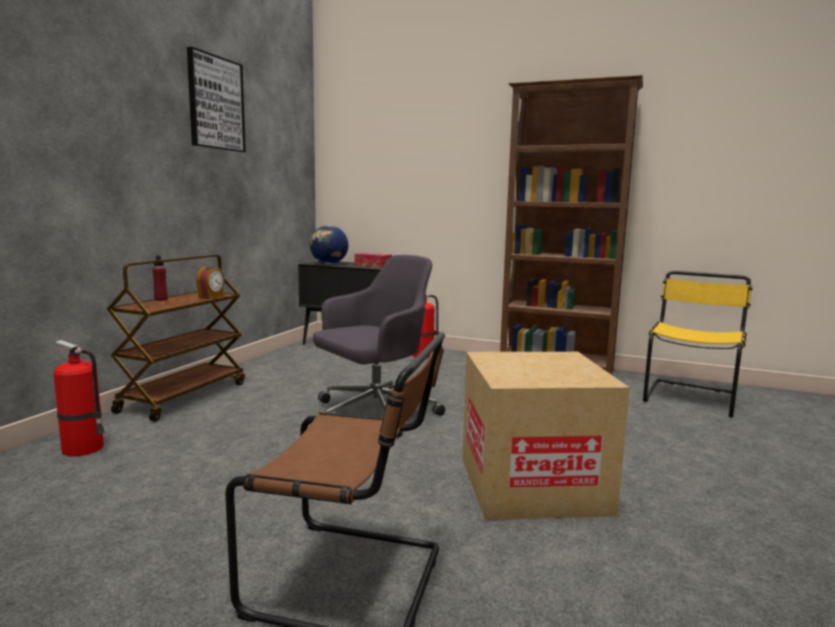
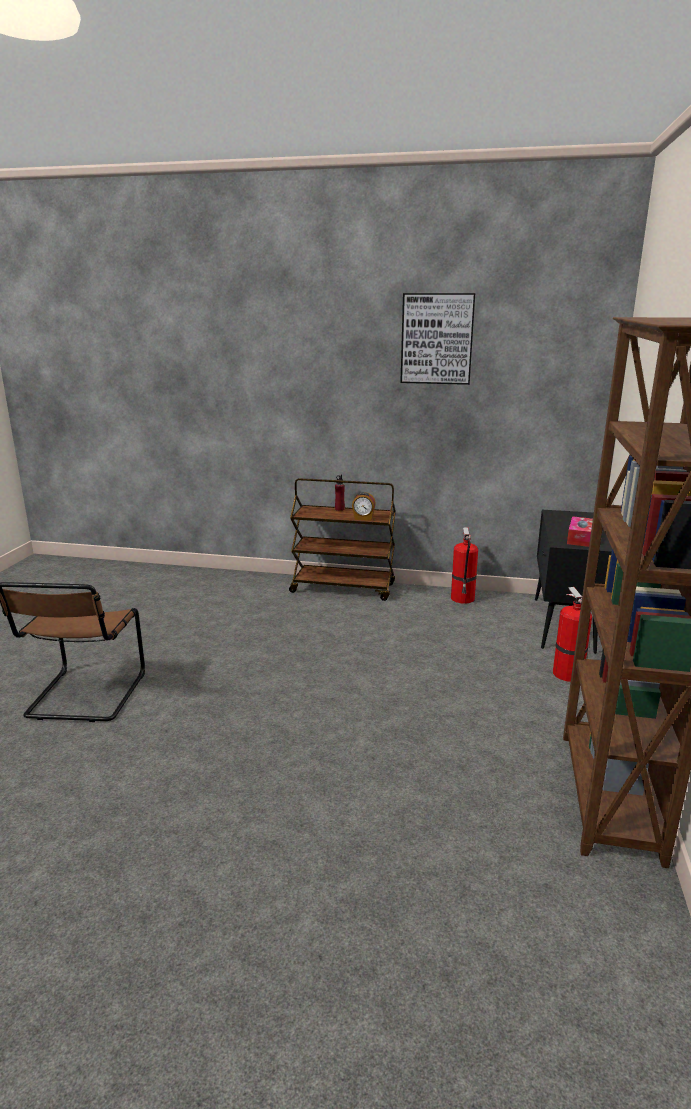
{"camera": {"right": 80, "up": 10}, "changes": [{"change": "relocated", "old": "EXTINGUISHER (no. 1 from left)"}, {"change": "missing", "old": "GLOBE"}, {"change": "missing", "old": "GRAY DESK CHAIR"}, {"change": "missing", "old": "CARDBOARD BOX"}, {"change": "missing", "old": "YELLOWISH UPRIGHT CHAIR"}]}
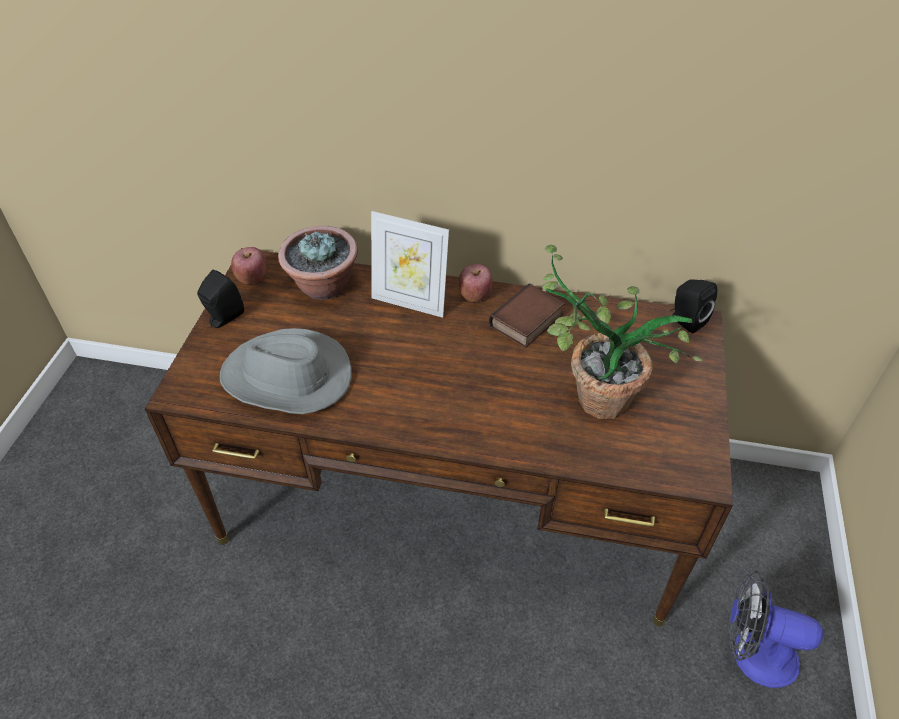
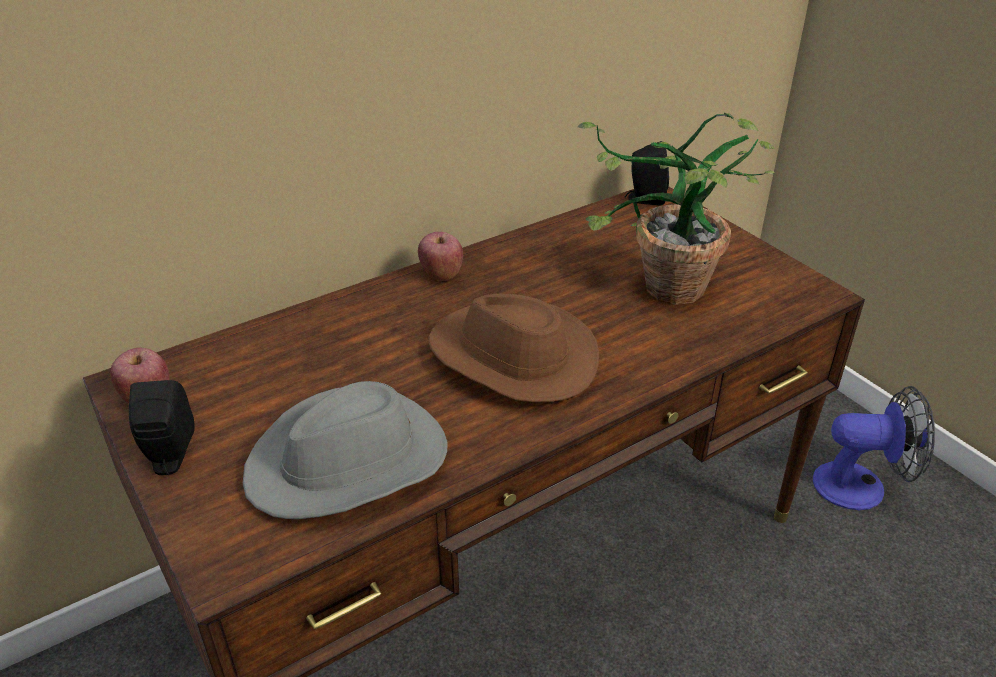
{"camera": {"right": -45, "up": -10}, "changes": [{"change": "missing", "old": "POTTED PLANT (no. 1 from left)"}, {"change": "missing", "old": "STANDING FRAME"}, {"change": "missing", "old": "BOOK"}, {"change": "spun", "old": "COOLING FAN", "degrees": -150}, {"change": "appeared", "new": "BROWN WEARABLE HAT"}]}
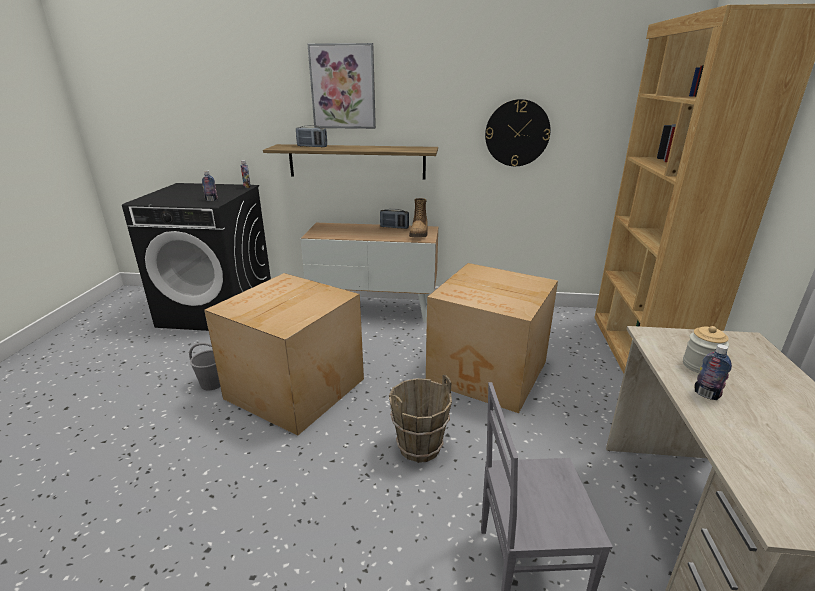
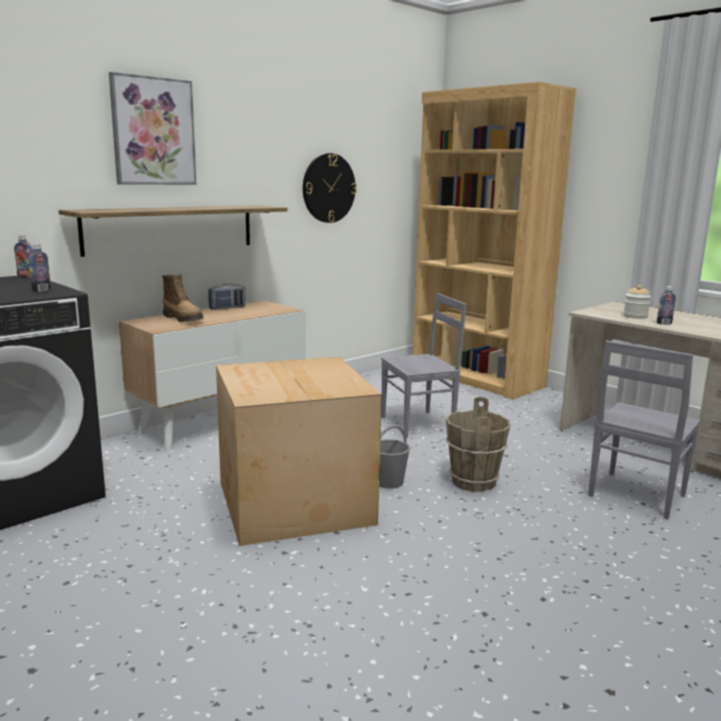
{"camera": {"right": -50, "up": -10}, "changes": [{"change": "relocated", "old": "GRAY BUCKET"}, {"change": "missing", "old": "RADIO RECEIVER (no. 1 from left)"}, {"change": "relocated", "old": "HIGH-TOP BOOT"}, {"change": "exchanged", "old": "CARDBOARD BOX (no. 2 from left)", "new": "GRAY UPRIGHT CHAIR (no. 1 from left)"}]}
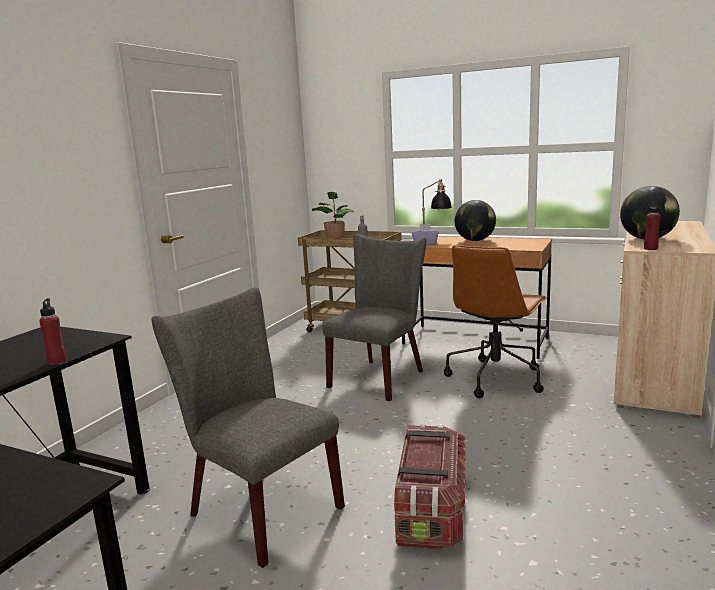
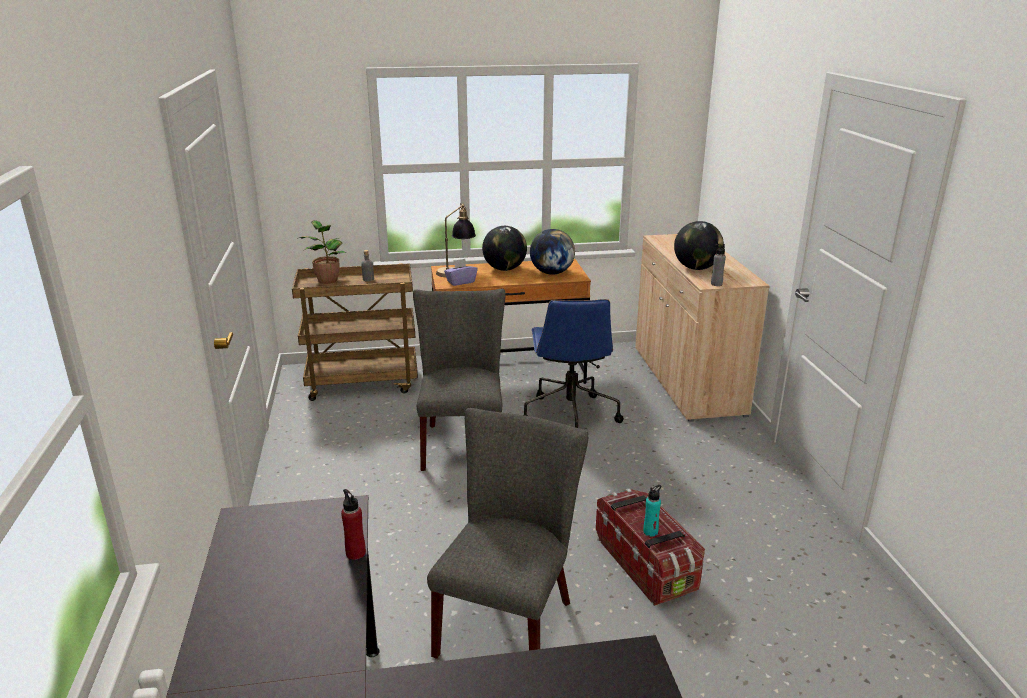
{"camera": {"right": -35, "up": 10}, "changes": [{"change": "spun", "old": "GRAY UPRIGHT CHAIR (no. 1 from left in the first image)", "degrees": 105}, {"change": "colour", "old": "BROWN DESK CHAIR", "new": "BLUE-COLOURED DESK CHAIR"}, {"change": "colour", "old": "REDDISH DRINK BOTTLE (no. 2 from left)", "new": "GRAY DRINK BOTTLE (no. 2 from left)"}, {"change": "appeared", "new": "GLOBE (no. 2 from left)"}, {"change": "appeared", "new": "TURQUOISE DRINK BOTTLE"}]}
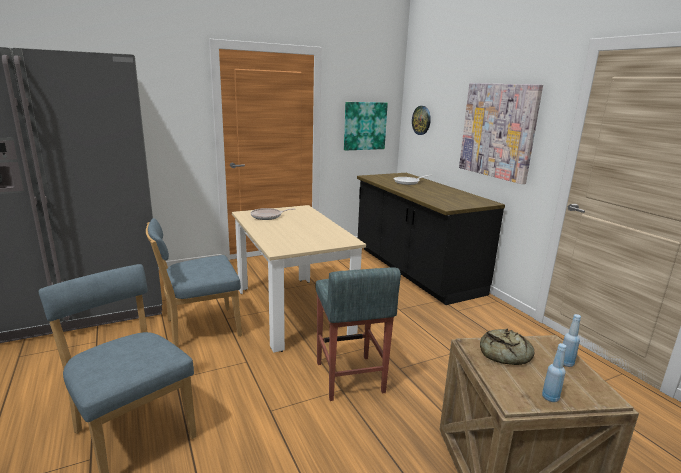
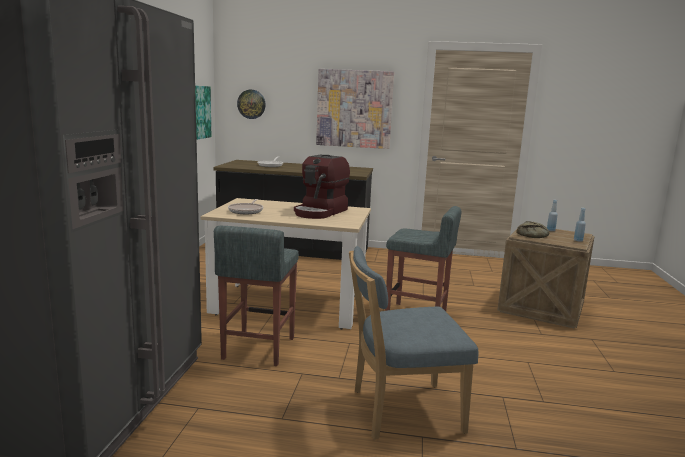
{"camera": {"right": -55, "up": -5}, "changes": [{"change": "exchanged", "old": "BLUE-COLOURED UPRIGHT CHAIR (no. 2 from left)", "new": "GRAY STOOL SEAT (no. 1 from left)"}, {"change": "appeared", "new": "COFFEE MAKER"}]}
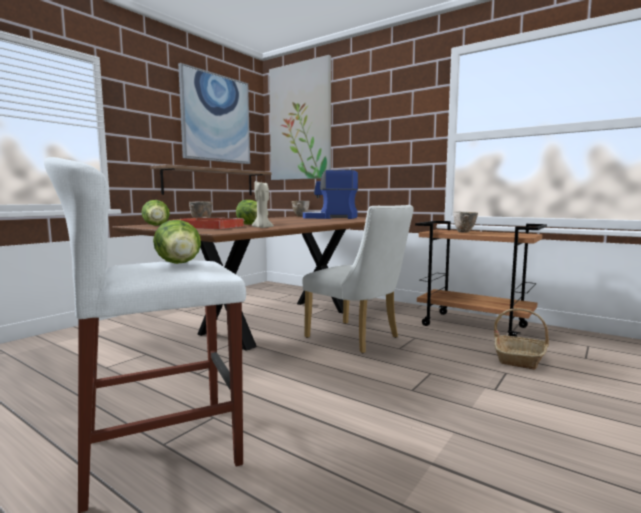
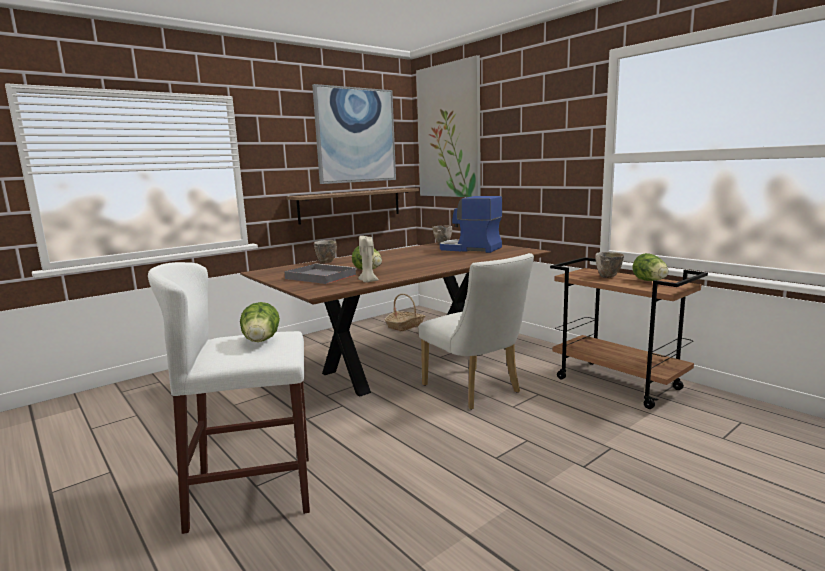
{"camera": {"right": 15, "up": 5}, "changes": [{"change": "relocated", "old": "HEAD OF LETTUCE (no. 1 from left in the first image)", "new": "HEAD OF LETTUCE (no. 3 from left)"}, {"change": "colour", "old": "REDDISH SERVING TRAY", "new": "GRAY SERVING TRAY"}, {"change": "relocated", "old": "BASKET"}]}
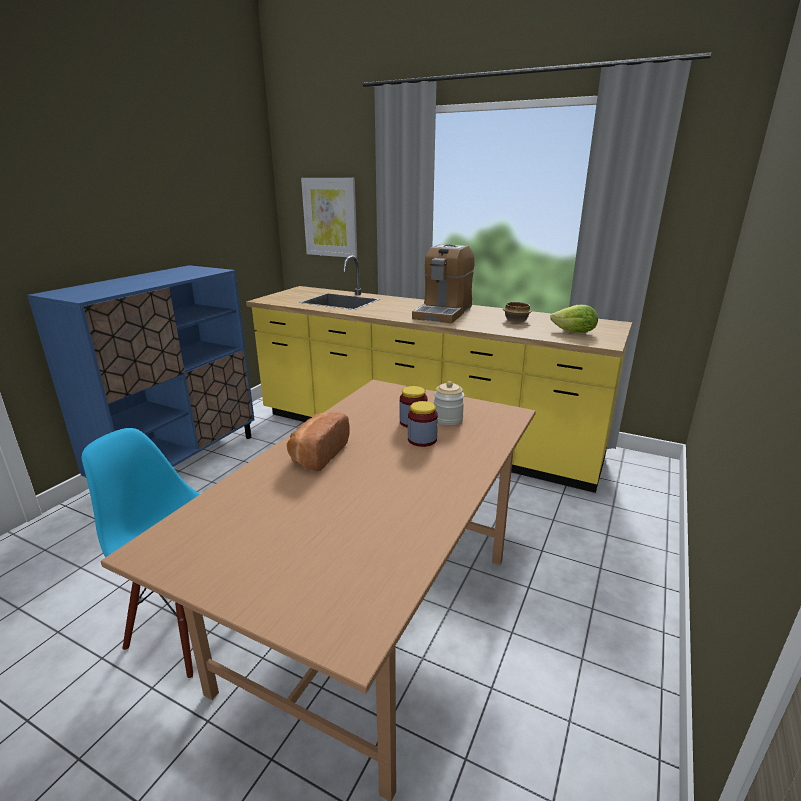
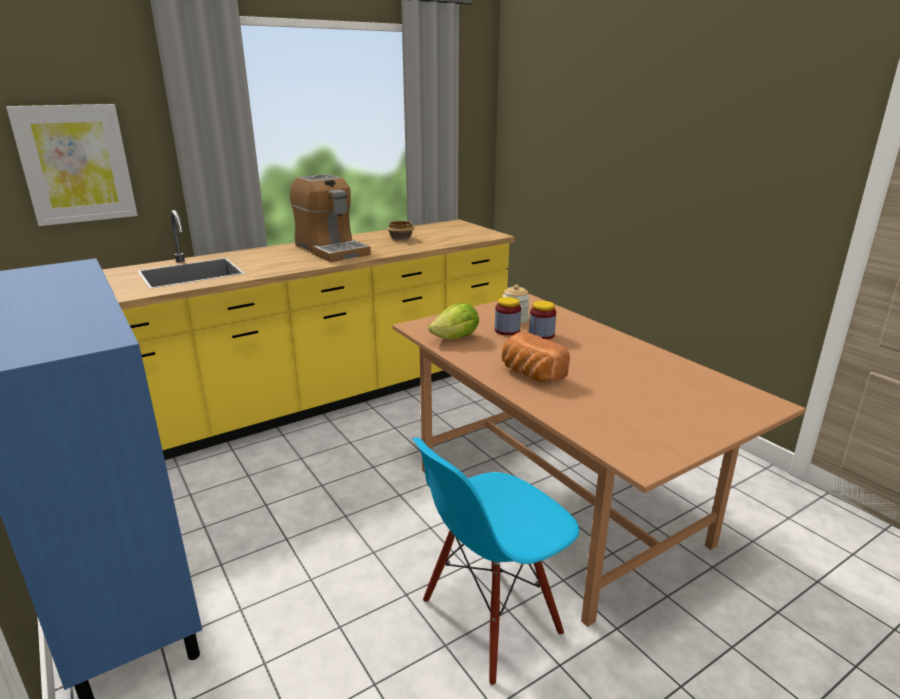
{"camera": {"right": -60, "up": 0}, "changes": [{"change": "relocated", "old": "HEAD OF LETTUCE"}]}
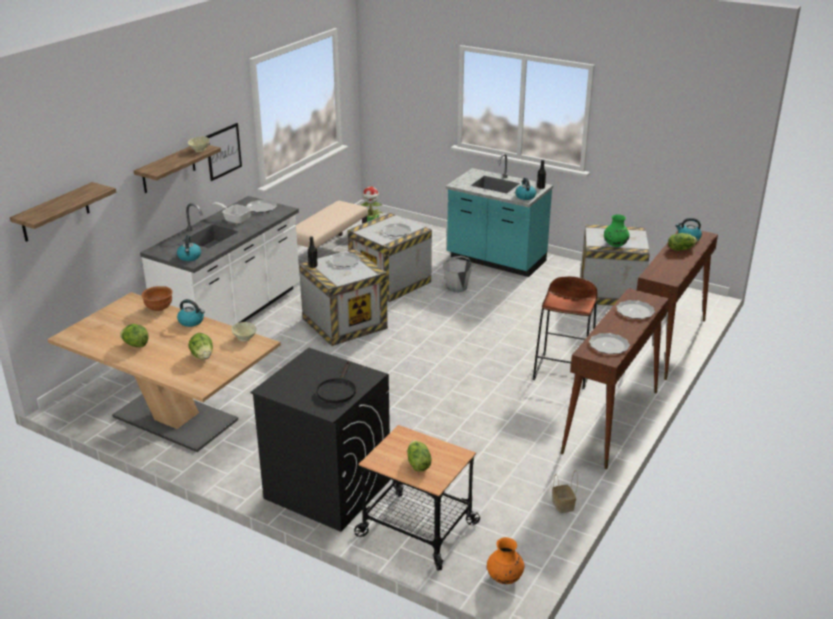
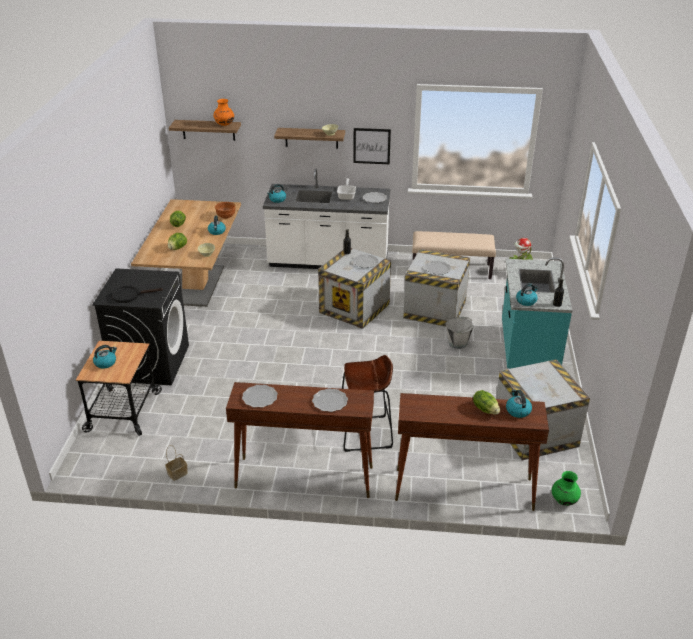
{"camera": {"right": 65, "up": 5}, "changes": [{"change": "exchanged", "old": "HEAD OF LETTUCE (no. 3 from left)", "new": "TEA KETTLE (no. 1 from left)"}, {"change": "relocated", "old": "ORANGE-COLOURED VASE"}, {"change": "relocated", "old": "GREENISH VASE"}]}
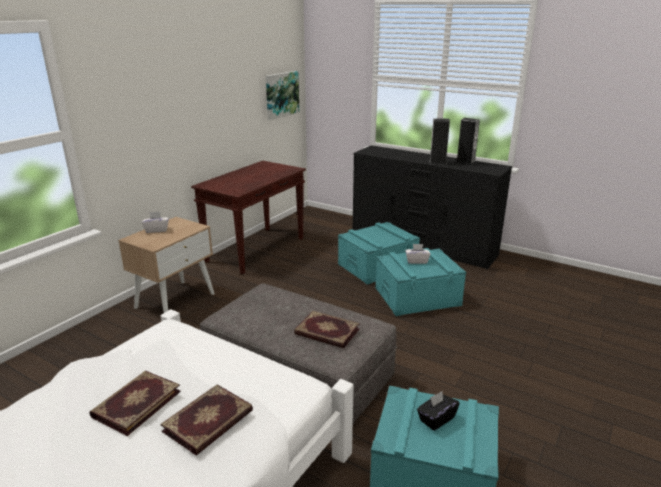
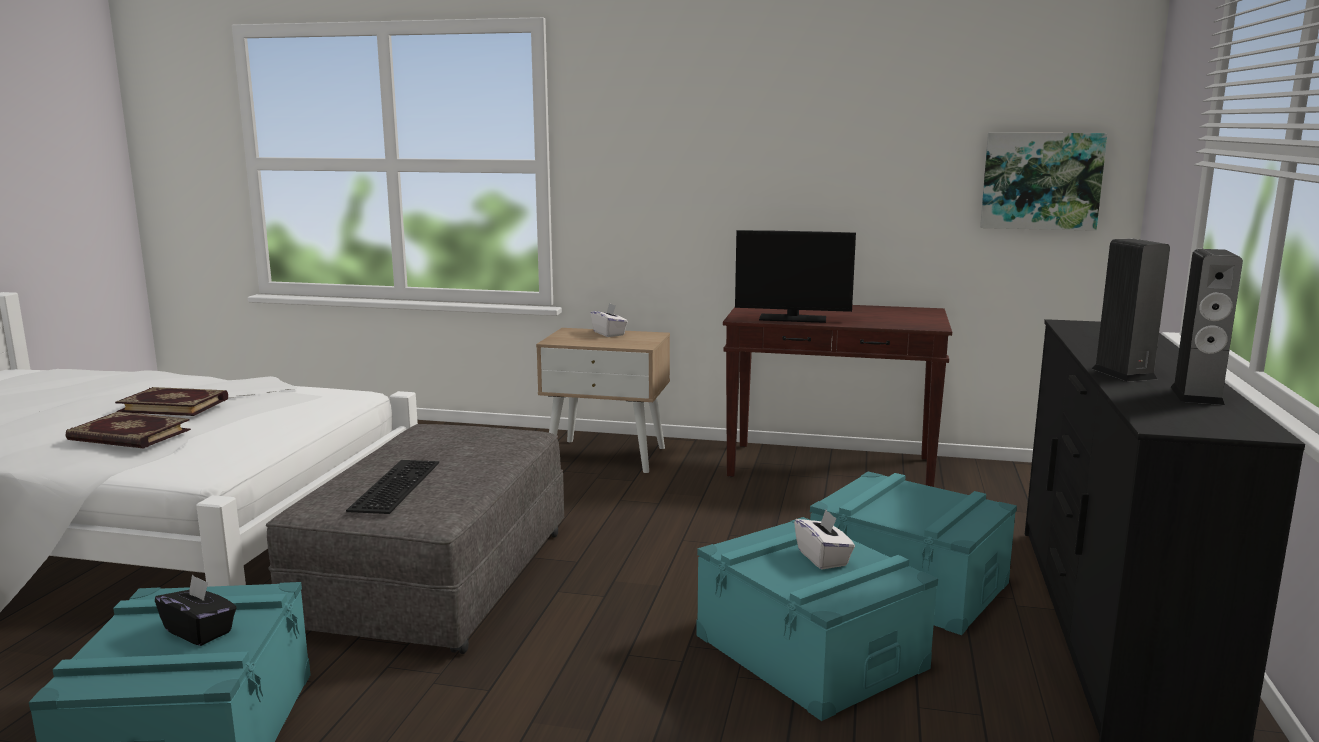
{"camera": {"right": 70, "up": -10}, "changes": [{"change": "exchanged", "old": "BOOK (no. 3 from left)", "new": "COMPUTER KEYBOARD"}, {"change": "appeared", "new": "COMPUTER SCREEN"}]}
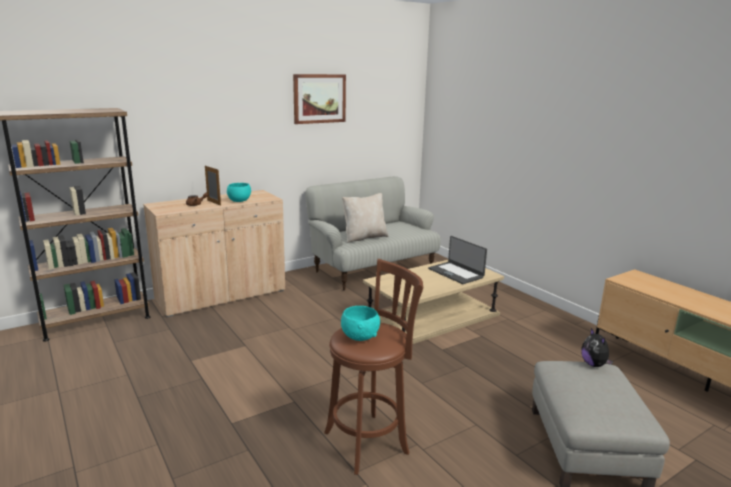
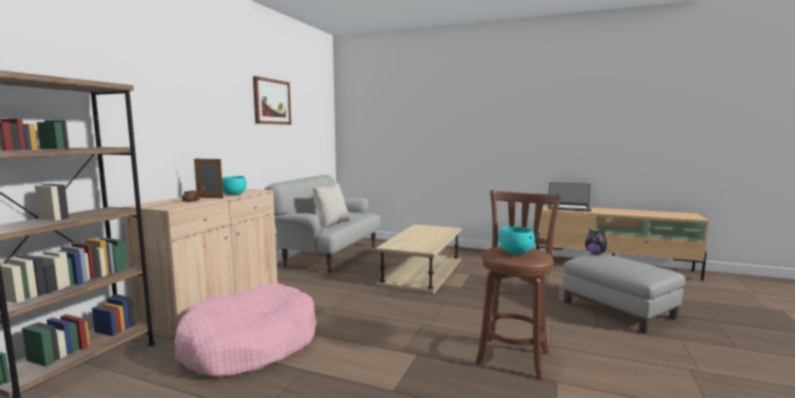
{"camera": {"right": -35, "up": -10}, "changes": [{"change": "relocated", "old": "NOTEBOOK COMPUTER"}, {"change": "appeared", "new": "PINKISH DOG CUSHION"}]}
